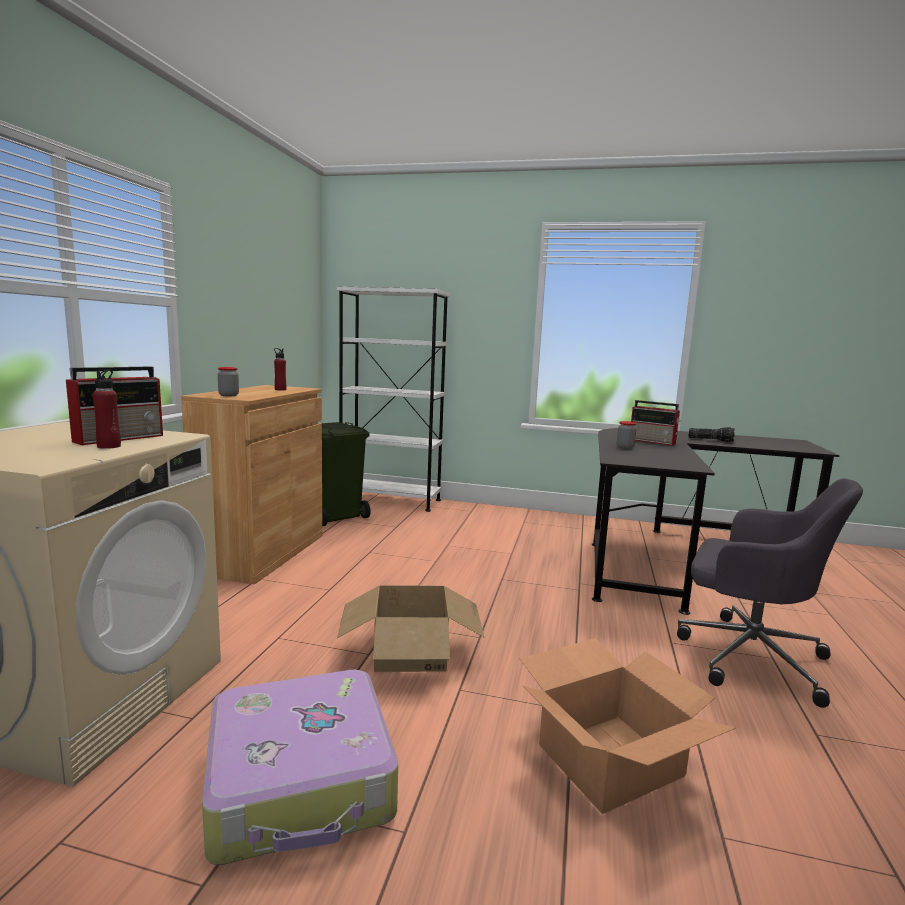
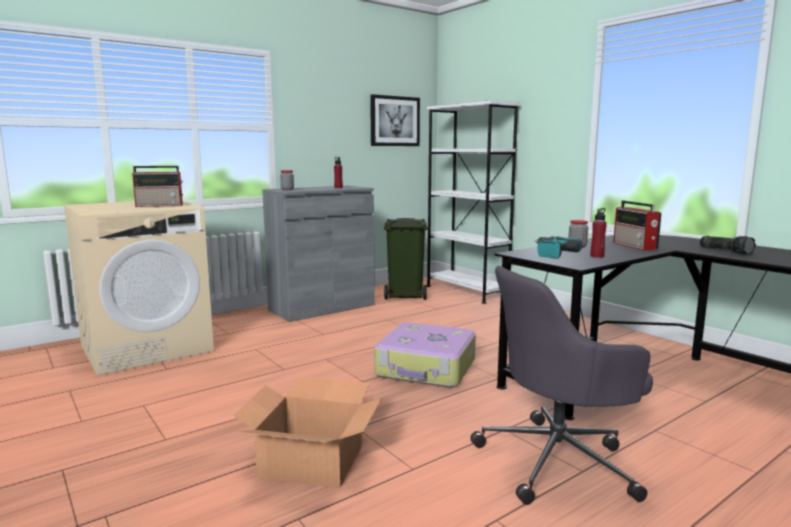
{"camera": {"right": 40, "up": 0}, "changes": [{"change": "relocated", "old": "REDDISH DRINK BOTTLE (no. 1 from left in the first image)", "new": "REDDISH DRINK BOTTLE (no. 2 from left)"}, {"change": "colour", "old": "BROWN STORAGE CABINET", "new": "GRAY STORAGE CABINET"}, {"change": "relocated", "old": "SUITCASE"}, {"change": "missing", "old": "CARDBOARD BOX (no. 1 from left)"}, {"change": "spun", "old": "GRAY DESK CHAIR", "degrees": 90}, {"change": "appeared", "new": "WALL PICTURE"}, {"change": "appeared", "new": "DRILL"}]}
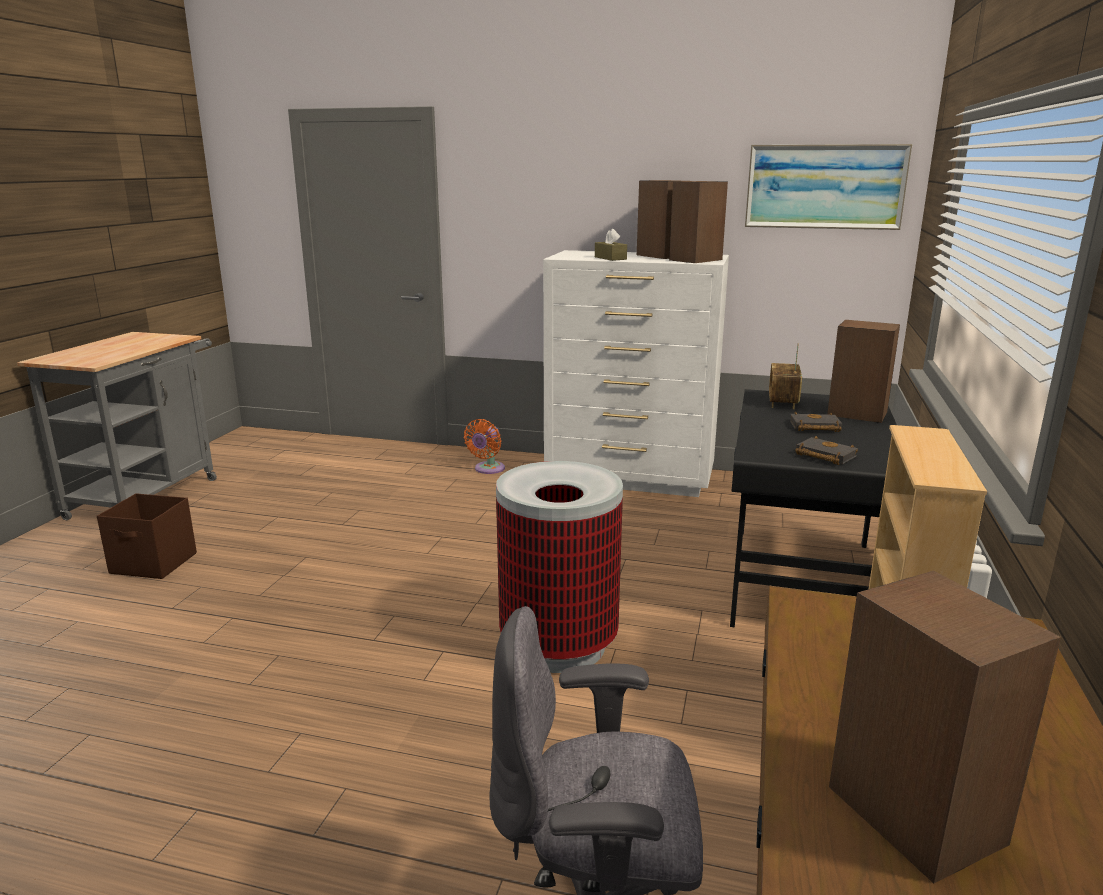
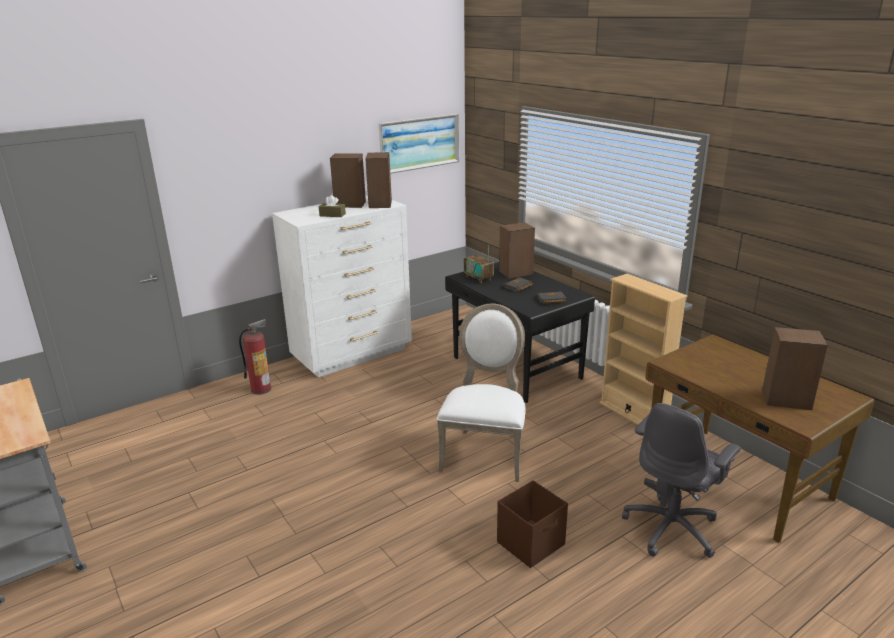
{"camera": {"right": -50, "up": 5}, "changes": [{"change": "relocated", "old": "BROWN STORAGE BIN"}, {"change": "exchanged", "old": "ORANGE-COLOURED COOLING FAN", "new": "EXTINGUISHER"}, {"change": "exchanged", "old": "TRASH CAN", "new": "WHITE UPRIGHT CHAIR"}]}
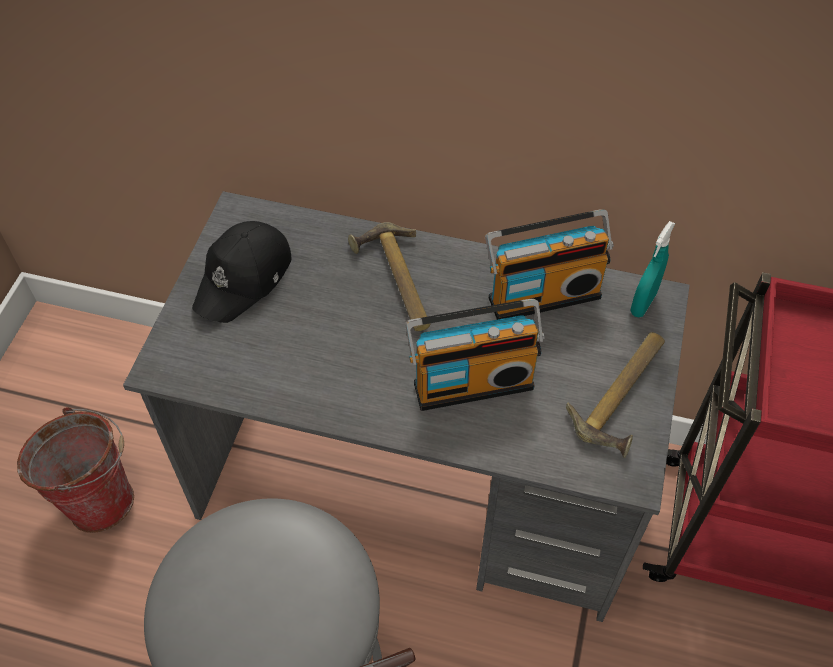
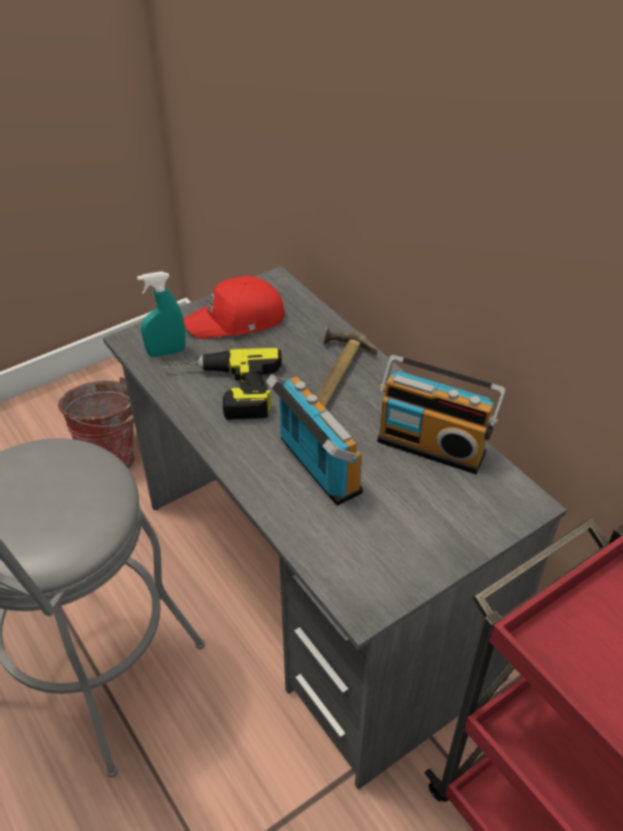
{"camera": {"right": 40, "up": -10}, "changes": [{"change": "colour", "old": "BLACK-COLOURED CAP", "new": "REDDISH CAP"}, {"change": "spun", "old": "RADIO RECEIVER (no. 1 from left)", "degrees": -150}, {"change": "missing", "old": "HAND HAMMER (no. 2 from left)"}, {"change": "relocated", "old": "TURQUOISE SPRAY BOTTLE"}, {"change": "appeared", "new": "DRILL"}]}
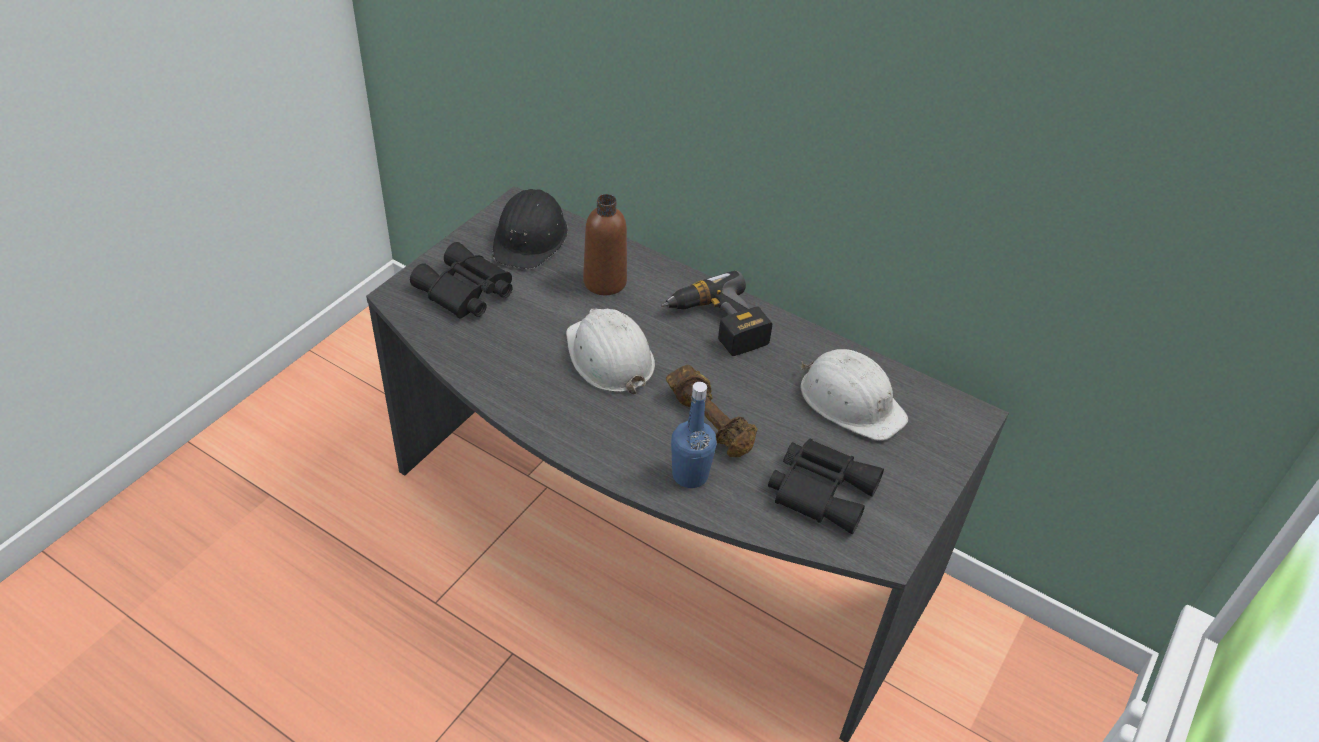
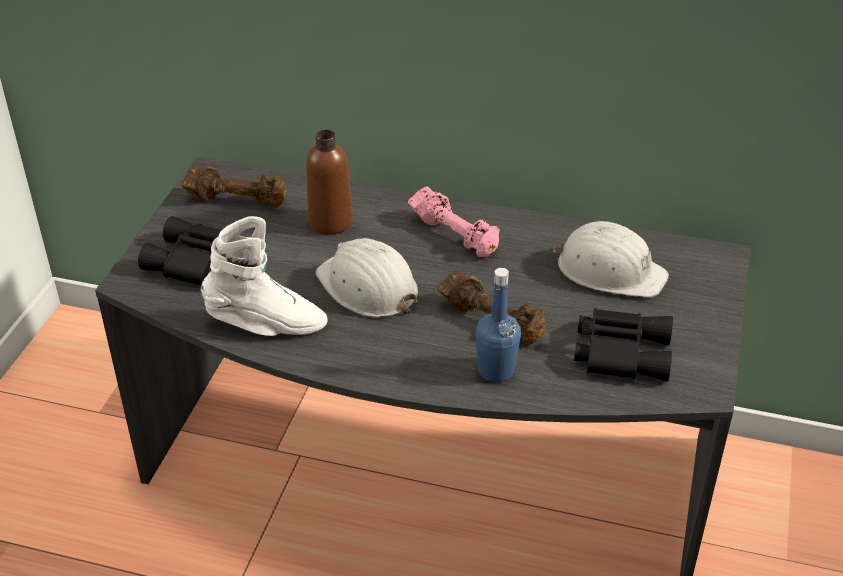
{"camera": {"right": -15, "up": -5}, "changes": [{"change": "exchanged", "old": "BLACK-COLOURED SAFETY HELMET", "new": "BROWN FREE WEIGHT (no. 1 from left)"}, {"change": "exchanged", "old": "DRILL", "new": "PINKISH FREE WEIGHT"}, {"change": "appeared", "new": "WHITE HIGH-TOP BOOT"}]}
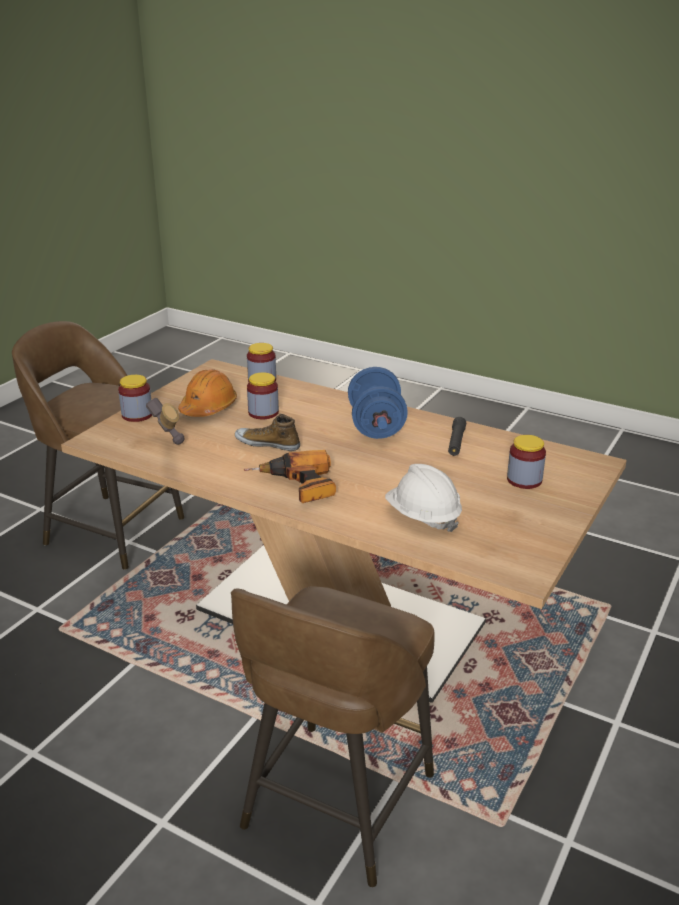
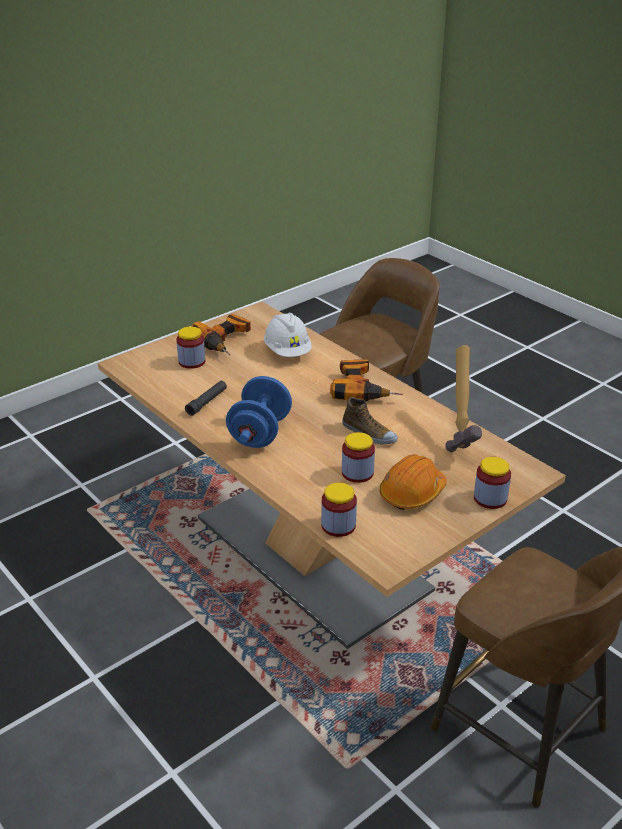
{"camera": {"right": -160, "up": 5}, "changes": [{"change": "appeared", "new": "DRILL (no. 1 from left)"}]}
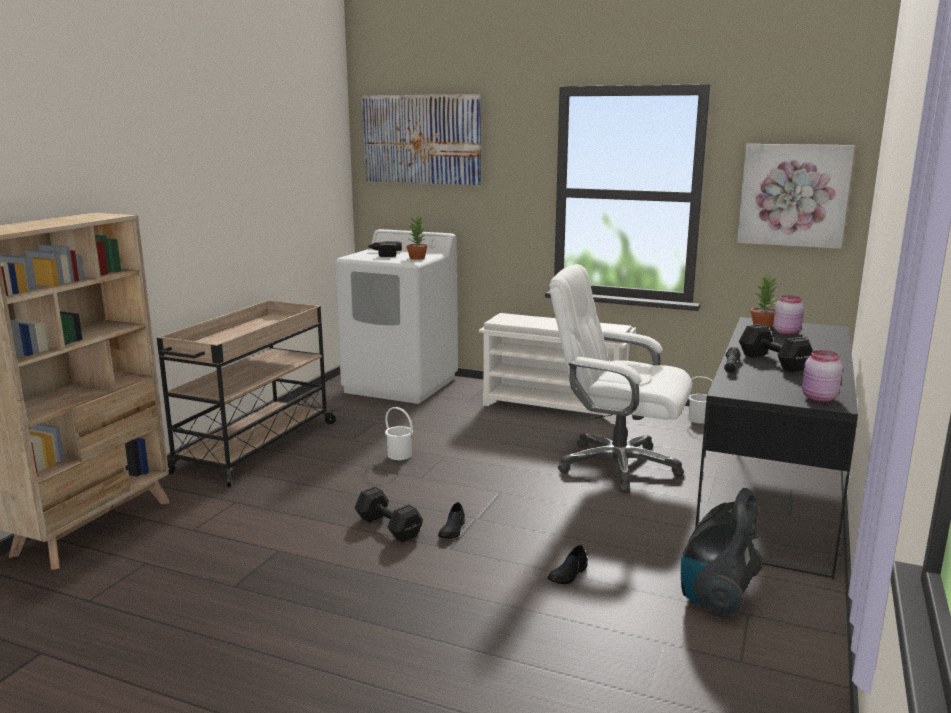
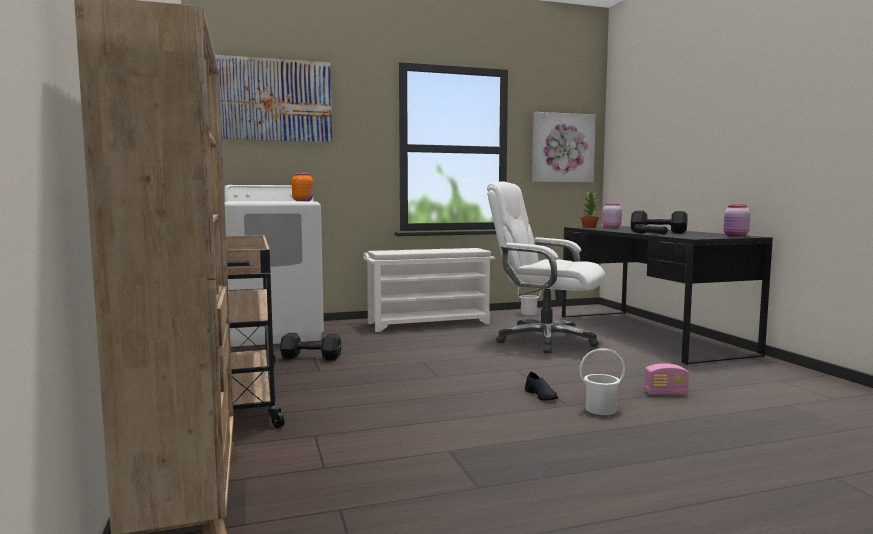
{"camera": {"right": -40, "up": -10}, "changes": [{"change": "relocated", "old": "BLACK-COLOURED FREE WEIGHT (no. 1 from left)"}, {"change": "missing", "old": "DRILL"}, {"change": "relocated", "old": "WHITE BUCKET (no. 1 from left in the first image)", "new": "WHITE BUCKET (no. 2 from left)"}, {"change": "exchanged", "old": "POTTED PLANT (no. 1 from left)", "new": "ORANGE-COLOURED PRESERVE JAR"}, {"change": "exchanged", "old": "BLACK-COLOURED SHOE (no. 2 from left)", "new": "RADIO RECEIVER"}, {"change": "spun", "old": "WHITE DESK CHAIR", "degrees": 45}, {"change": "missing", "old": "VACUUM CLEANER"}]}
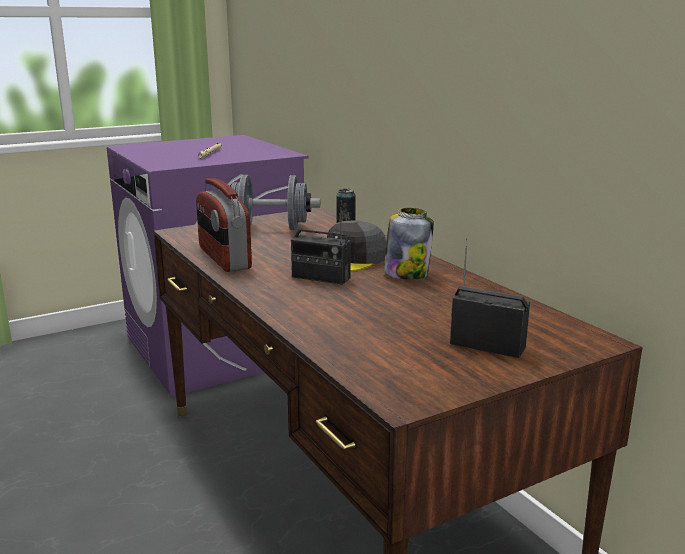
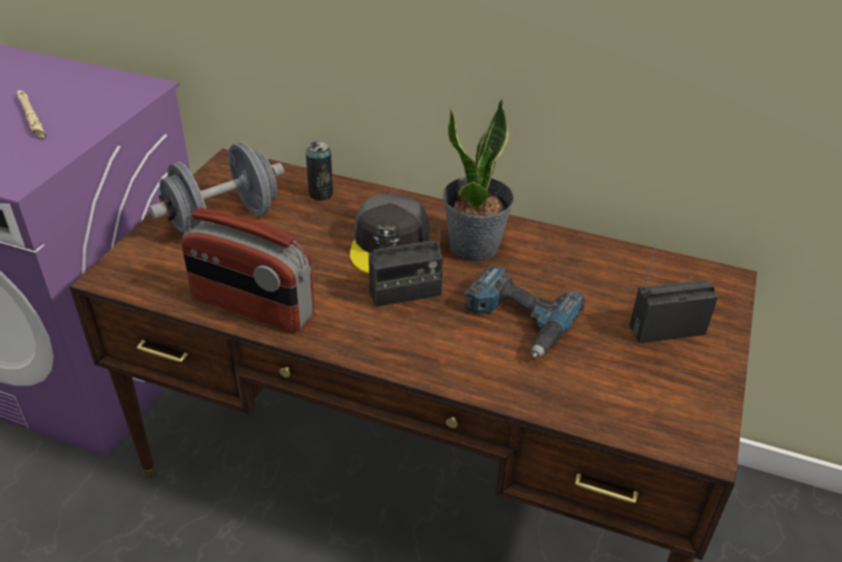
{"camera": {"right": -40, "up": 20}, "changes": [{"change": "exchanged", "old": "PRESERVE JAR", "new": "POTTED PLANT"}, {"change": "appeared", "new": "DRILL"}]}
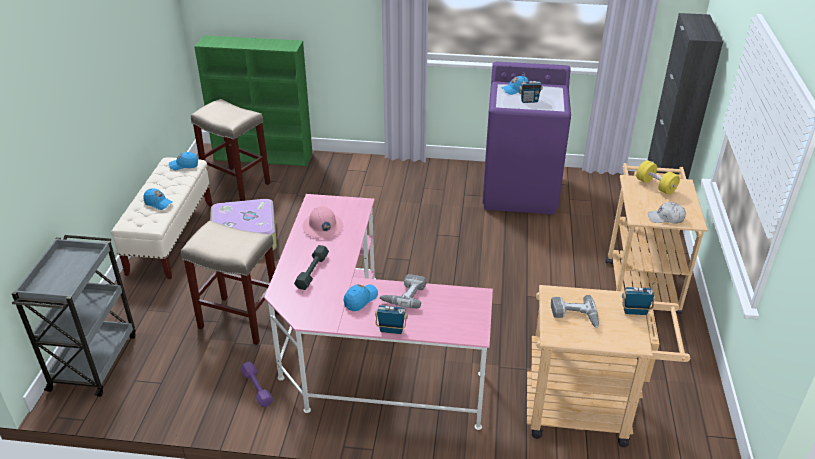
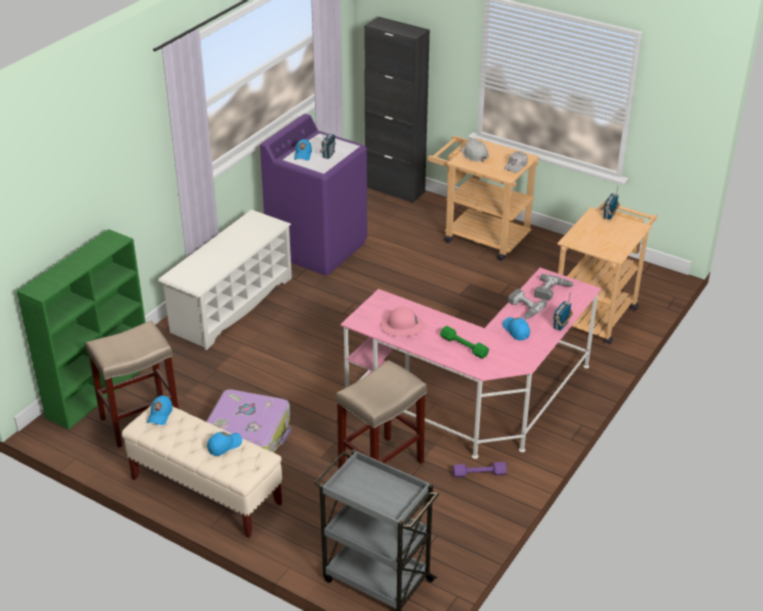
{"camera": {"right": -65, "up": 0}, "changes": [{"change": "colour", "old": "GRAY FREE WEIGHT", "new": "GREENISH FREE WEIGHT"}, {"change": "relocated", "old": "DRILL (no. 2 from left)"}, {"change": "exchanged", "old": "YELLOWISH FREE WEIGHT", "new": "WHITE SAFETY HELMET"}, {"change": "appeared", "new": "WHITE SHOE RACK"}]}
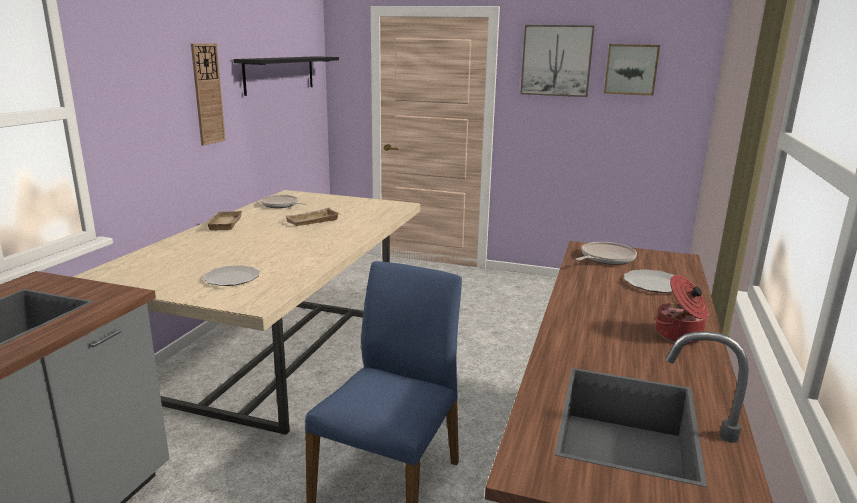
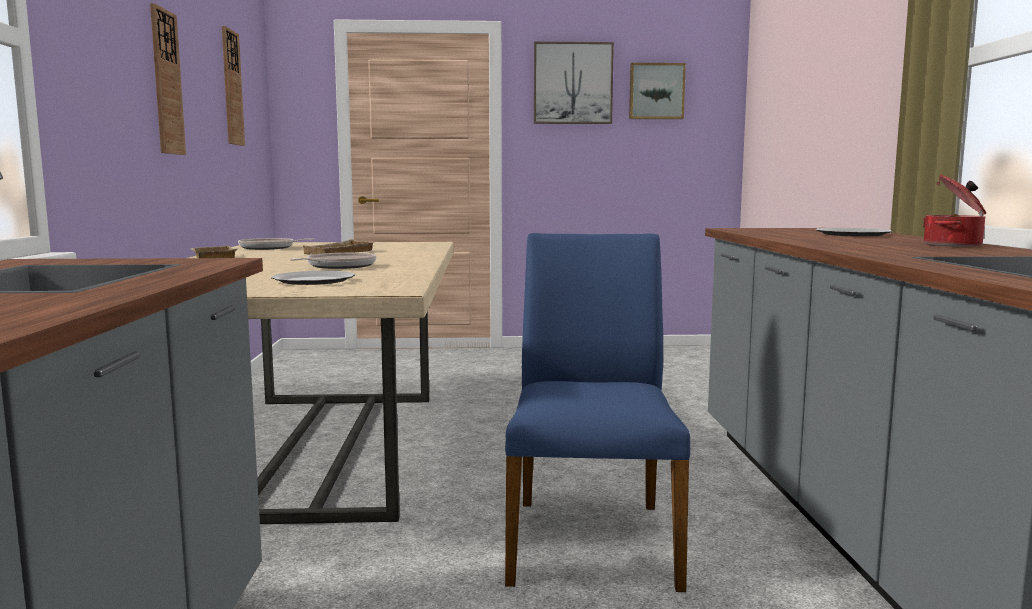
{"camera": {"right": -20, "up": -10}, "changes": [{"change": "exchanged", "old": "BLACK-COLOURED WALL SHELF", "new": "CLOCK ON THE WALL (no. 2 from left)"}, {"change": "relocated", "old": "FRYING PAN (no. 2 from left)"}]}
